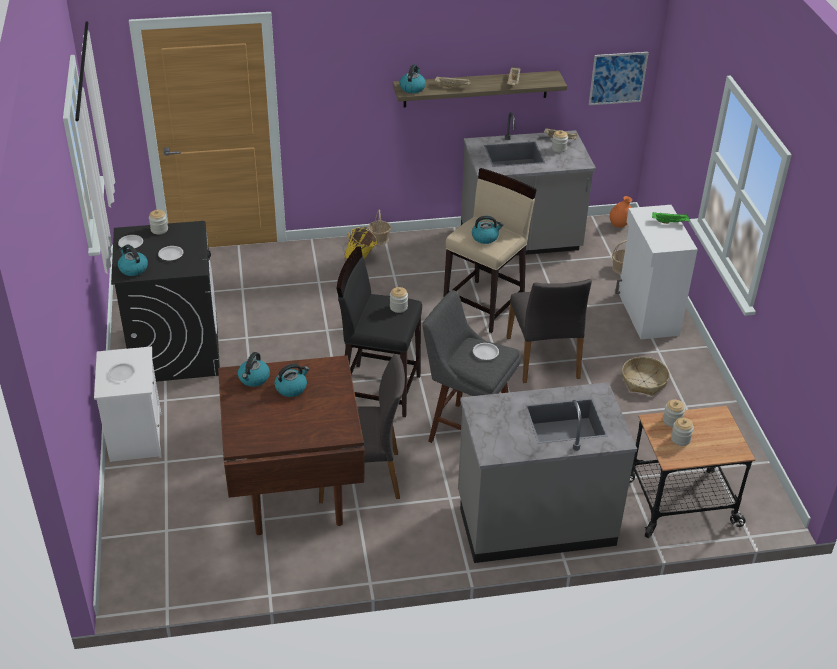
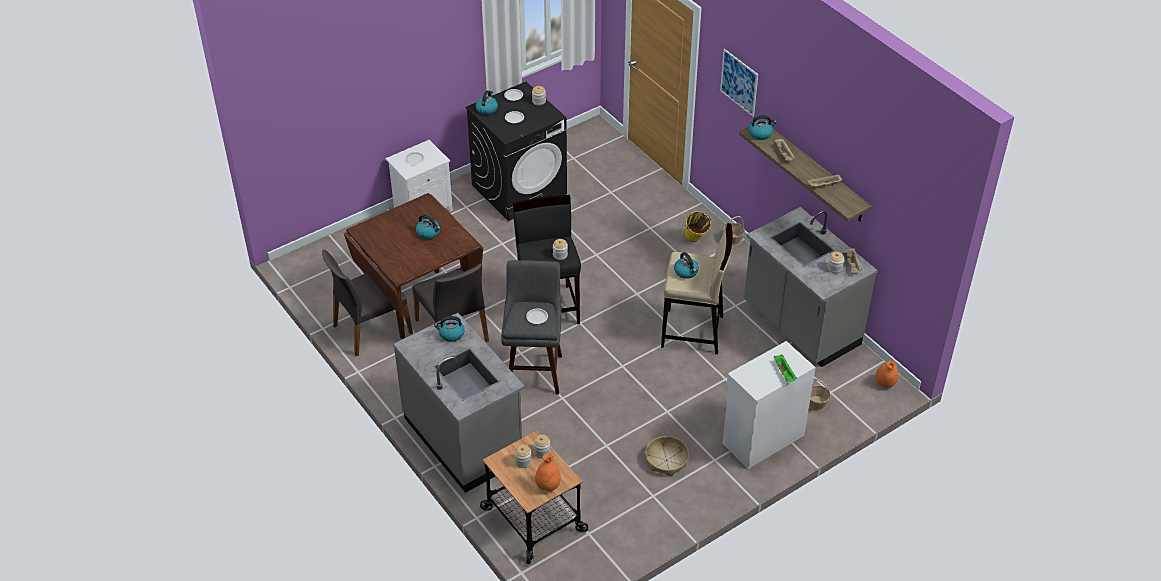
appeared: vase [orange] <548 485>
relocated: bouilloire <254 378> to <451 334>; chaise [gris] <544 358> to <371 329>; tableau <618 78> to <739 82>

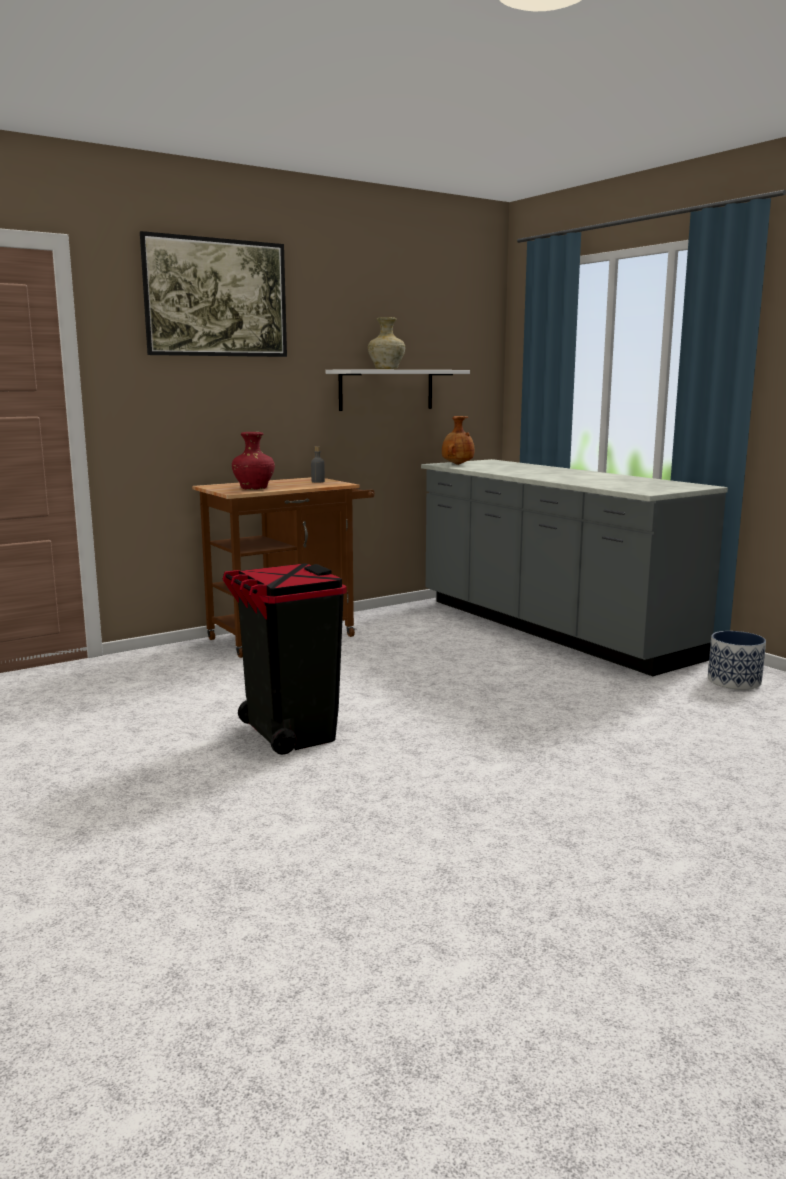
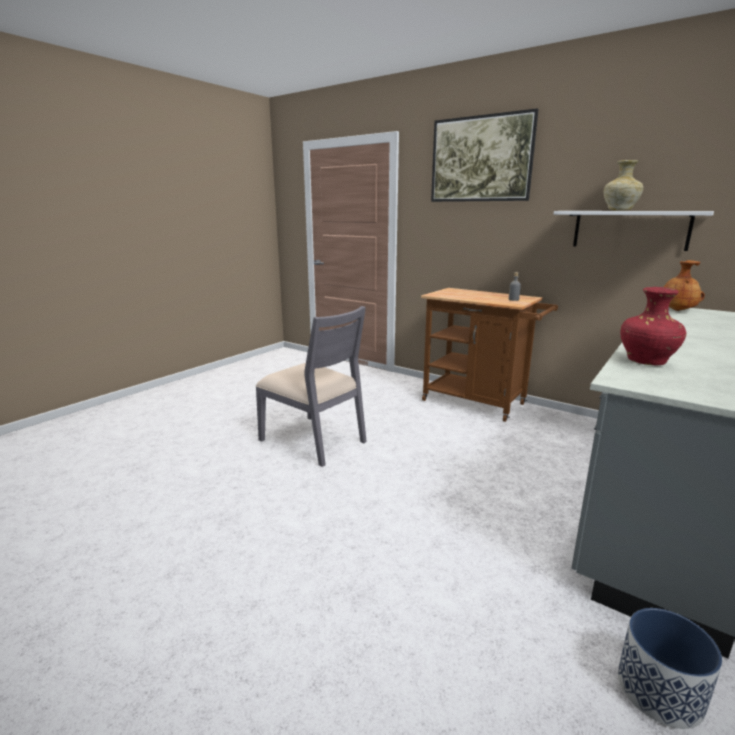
relocated: vase [rouge] <254 489> to <646 362>
exchanged: poubelle [noir] <290 733> to chaise [gris] <314 440>

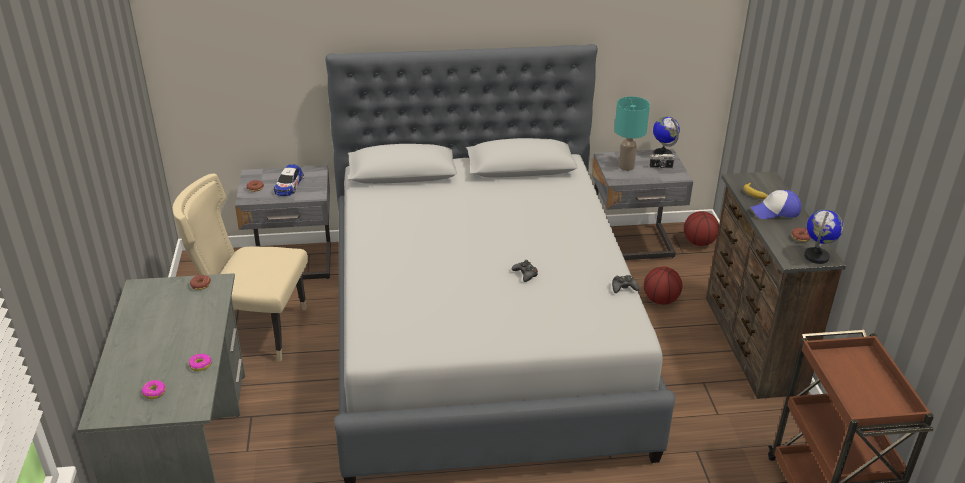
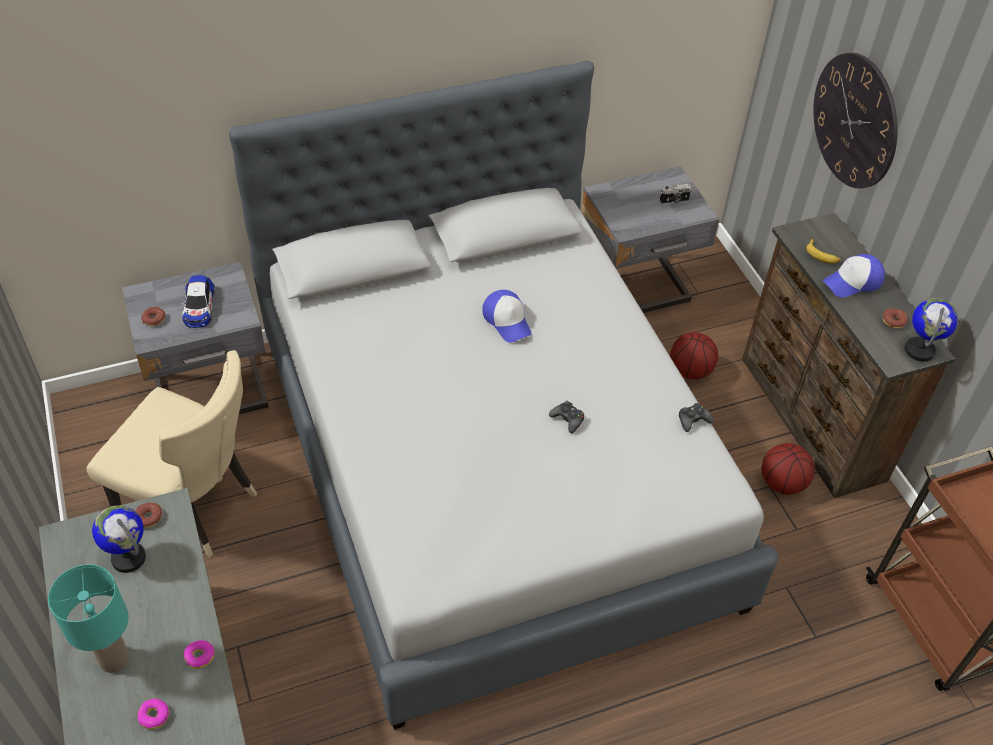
appeared: casquette <507 321>; horloge murale <855 121>
relocated: lampe de table [turquoise] <626 167> to <115 660>; globe <662 155> to <128 557>; ballon de basket <699 242> to <782 483>
spun: chaise [beige] <254 329> = <195 508> 150 degrees counterclockwise

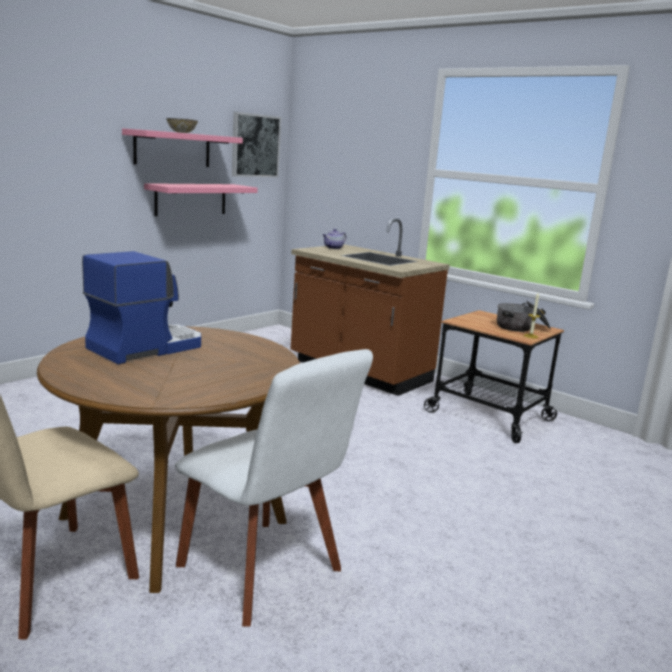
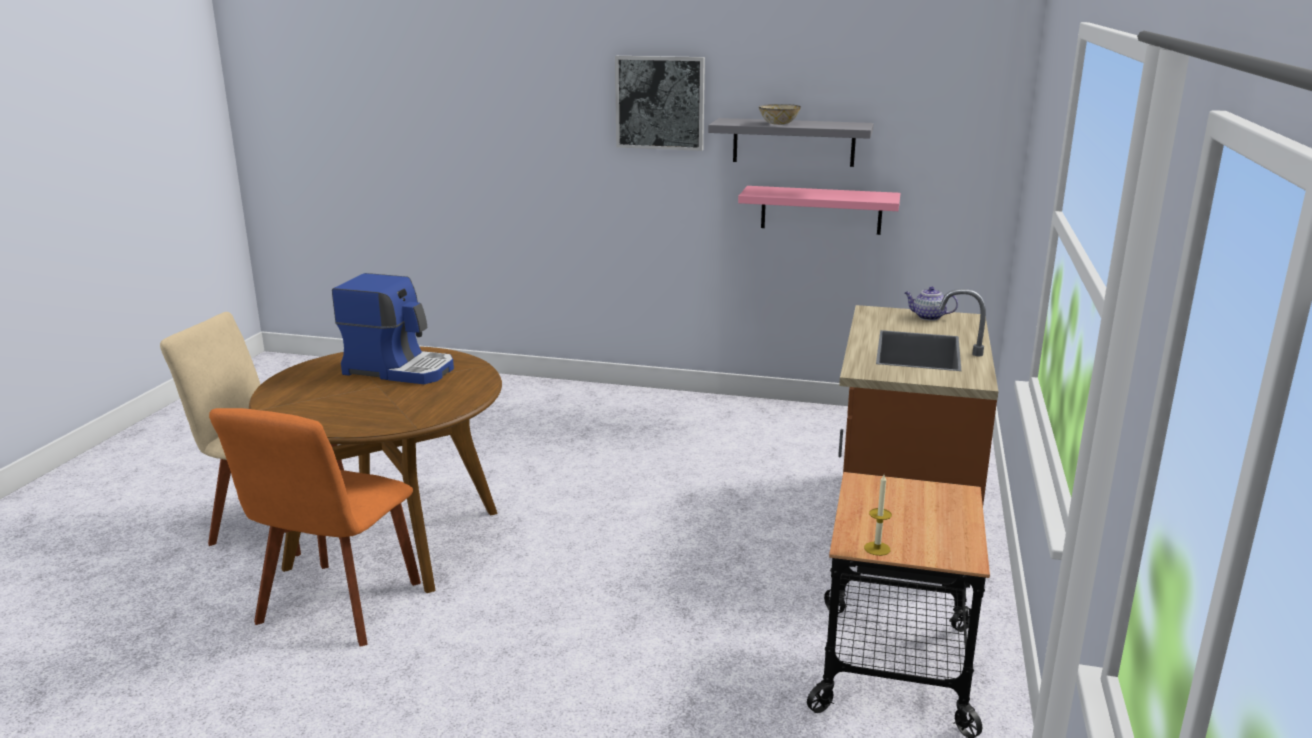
missing: marmite <522 327>
relocated: tableau <255 145> to <660 102>
colour: étagère [rose] <172 149> to étagère [gris] <793 142>; chaise [blanc] <264 572> to chaise [orange] <336 607>

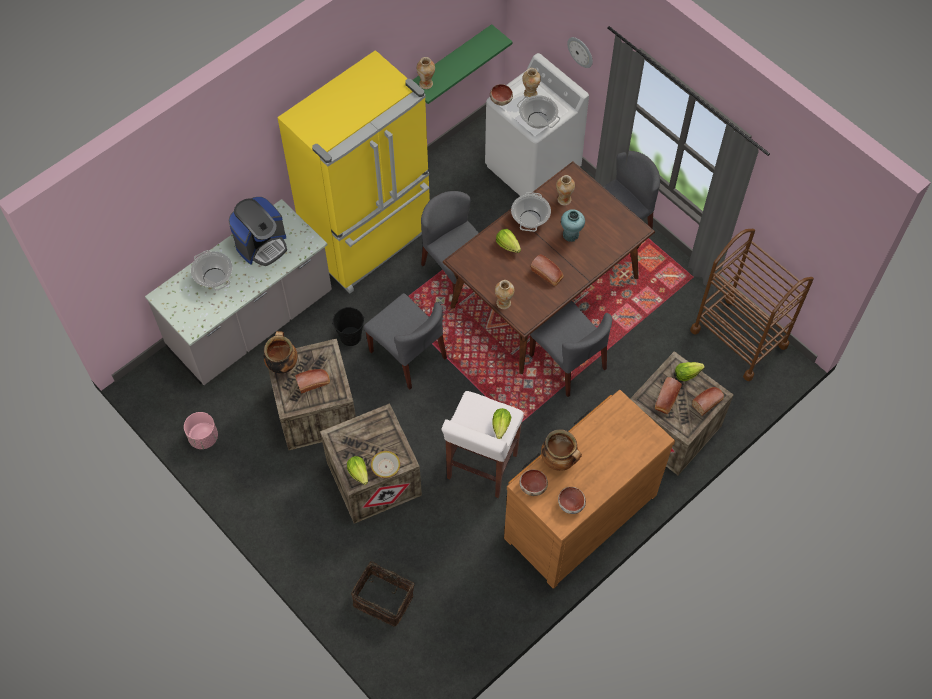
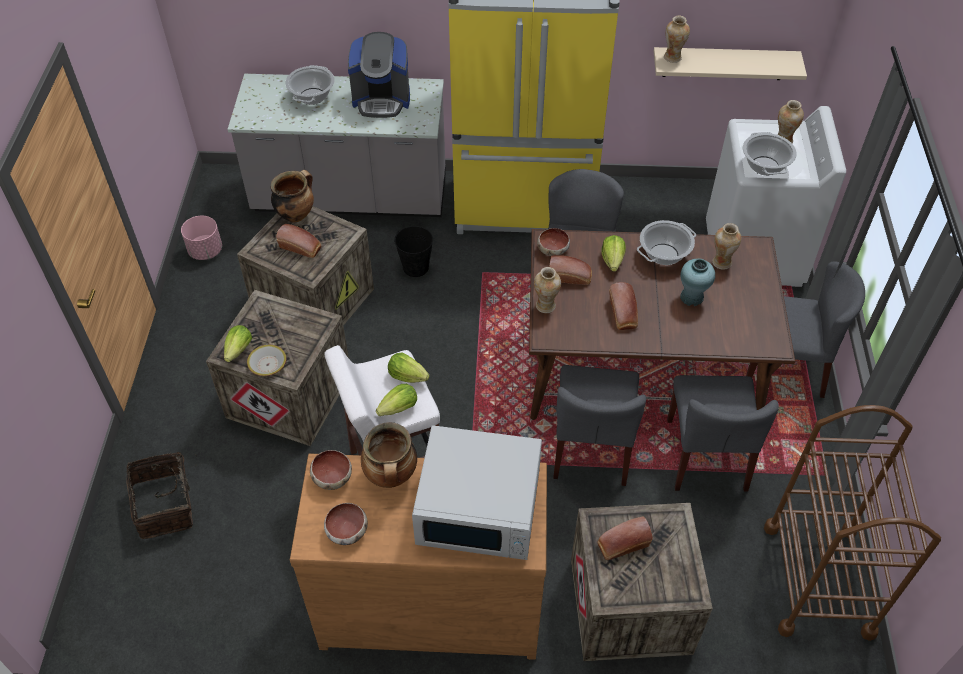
missing: horloge murale <580 51>
appeared: micro-ondes [blanc] <480 508>
relocated: chaise [gris] <408 355> to <706 455>; bol <500 99> to <553 249>; laitue <686 374> to <407 376>; pain <708 402> to <570 277>
colour: étagère [vert] <449 62> to étagère [beige] <724 63>

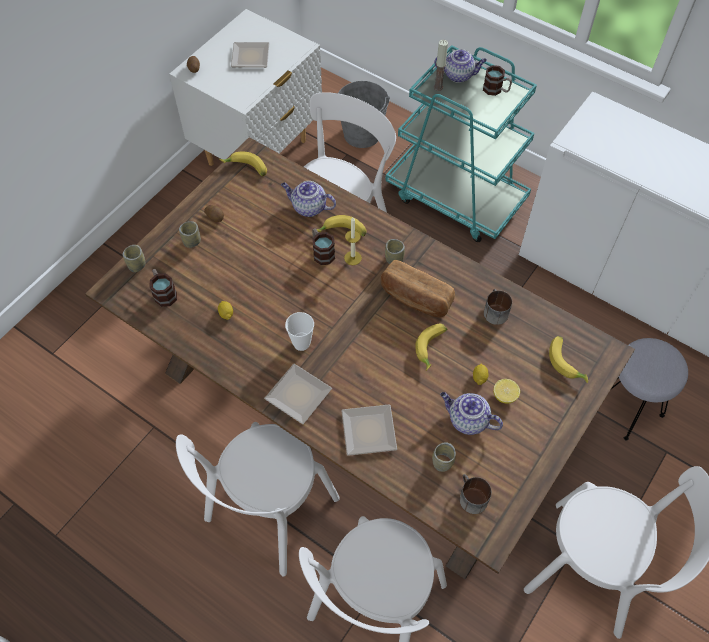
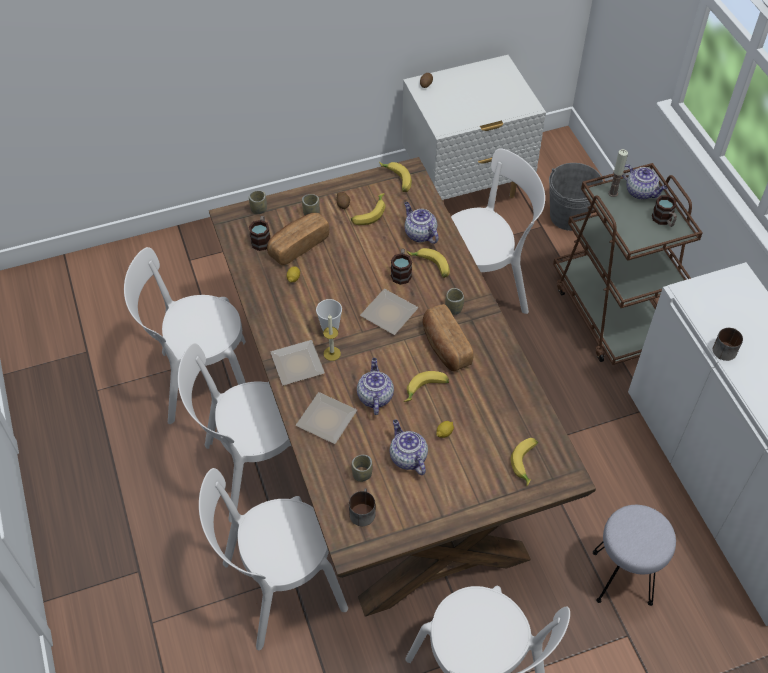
missing: citron <504 396>
appeared: chaise [blanc] <201 381>; pain <298 245>; banane <369 213>; théière <374 396>
relocated: assiette <251 58> to <389 315>; bougie <352 258> to <332 353>; mug <494 311> to <724 348>
colour: chariot [turquoise] <456 197> to chariot [marron] <611 313>

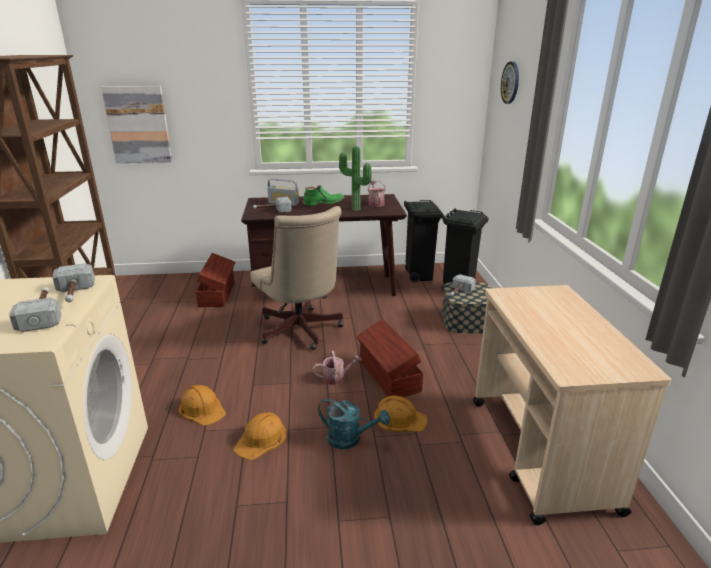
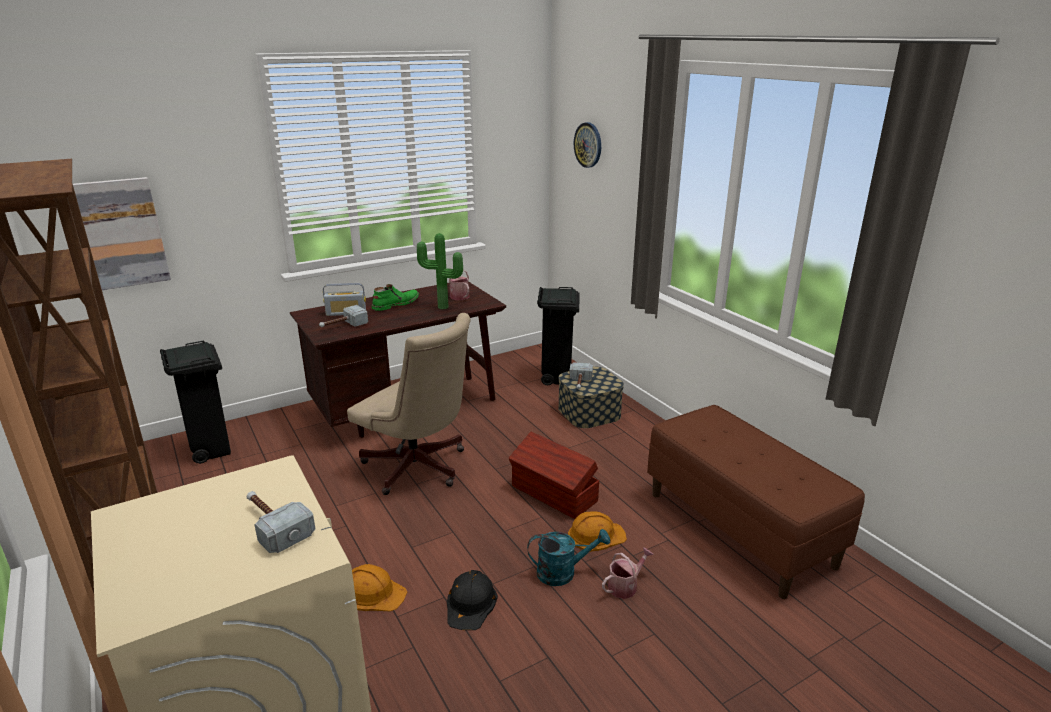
missing: marteau <74 294>; boîte de rangement [marron] <218 294>
relocated: arrosoir <337 378> to <625 586>; poubelle [noir] <419 276> to <211 450>
exchanged: chariot [beige] <540 453> to banc [marron] <740 528>
colour: casque de chantier [orange] <261 439> to casque de chantier [noir] <471 603>

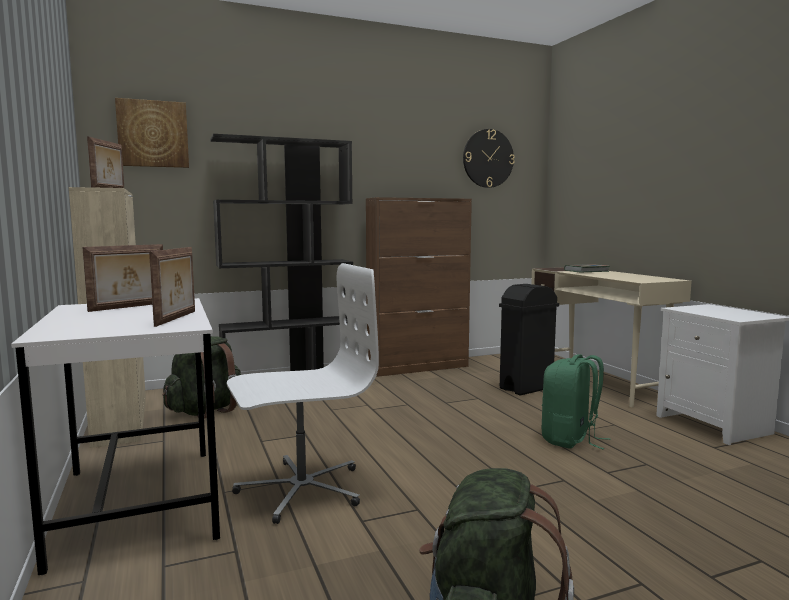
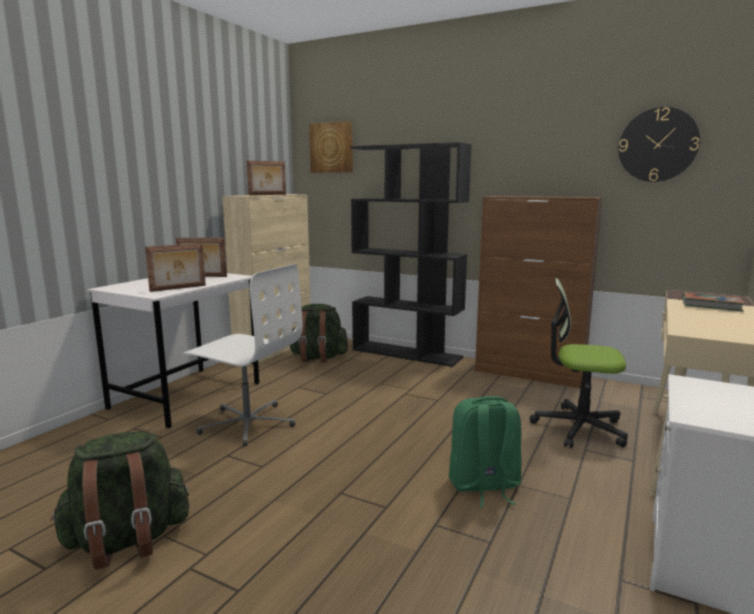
exchanged: poubelle [noir] <525 388> to chaise de bureau <578 428>

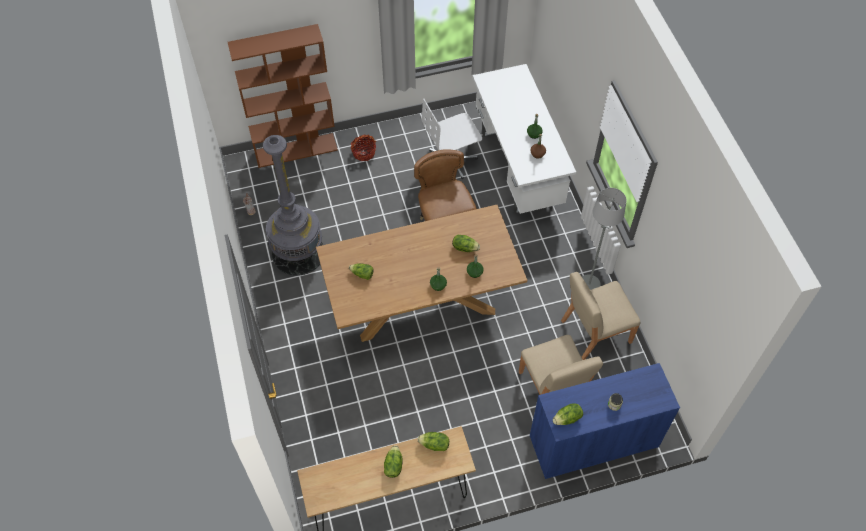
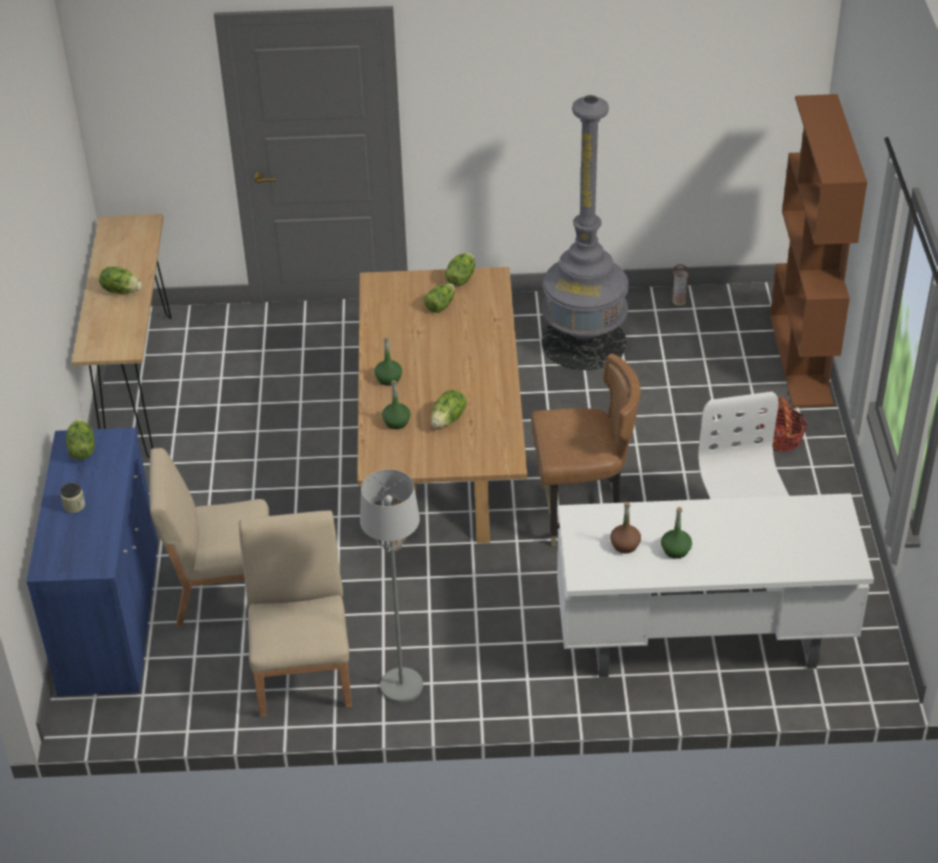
relocated: laitue <434 445> to <460 278>

